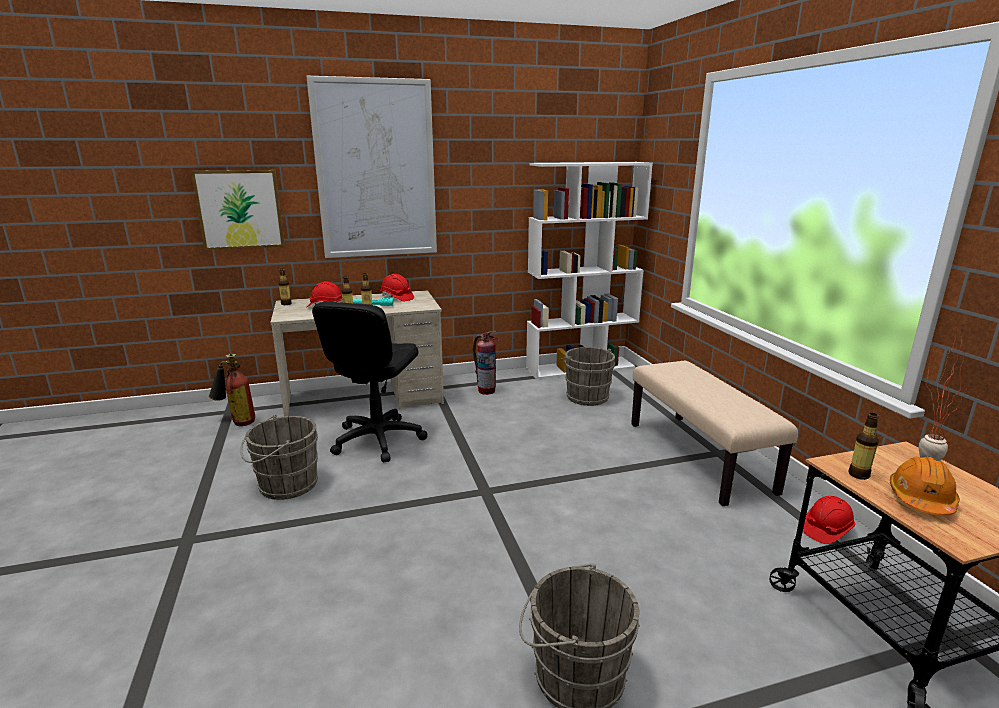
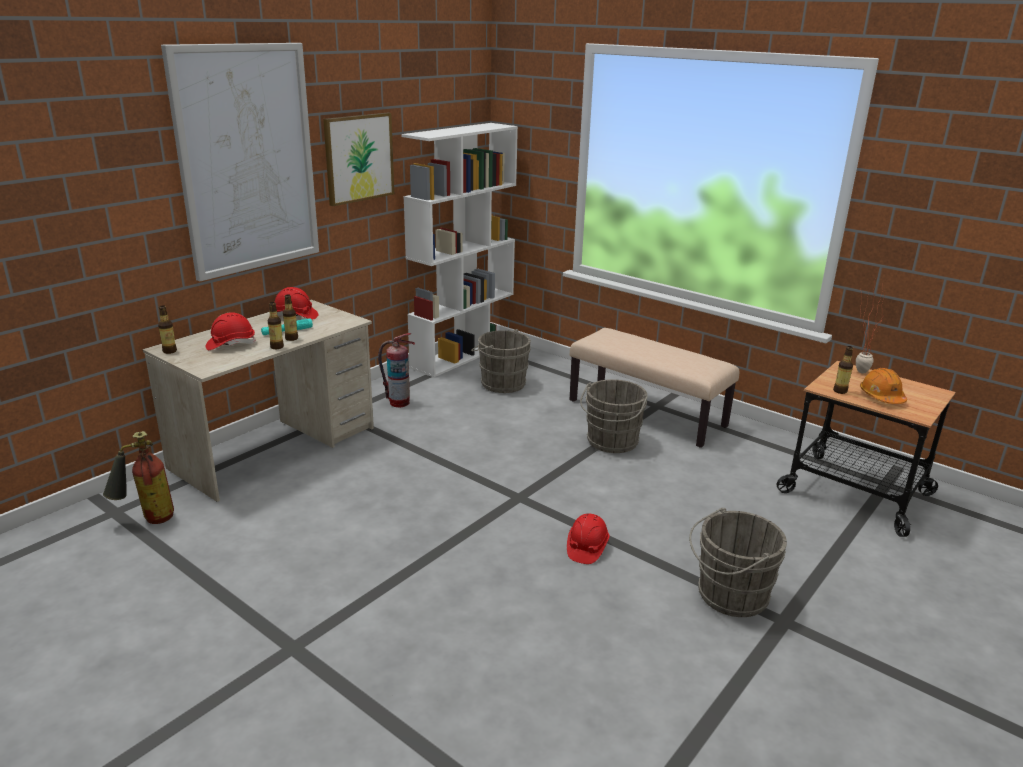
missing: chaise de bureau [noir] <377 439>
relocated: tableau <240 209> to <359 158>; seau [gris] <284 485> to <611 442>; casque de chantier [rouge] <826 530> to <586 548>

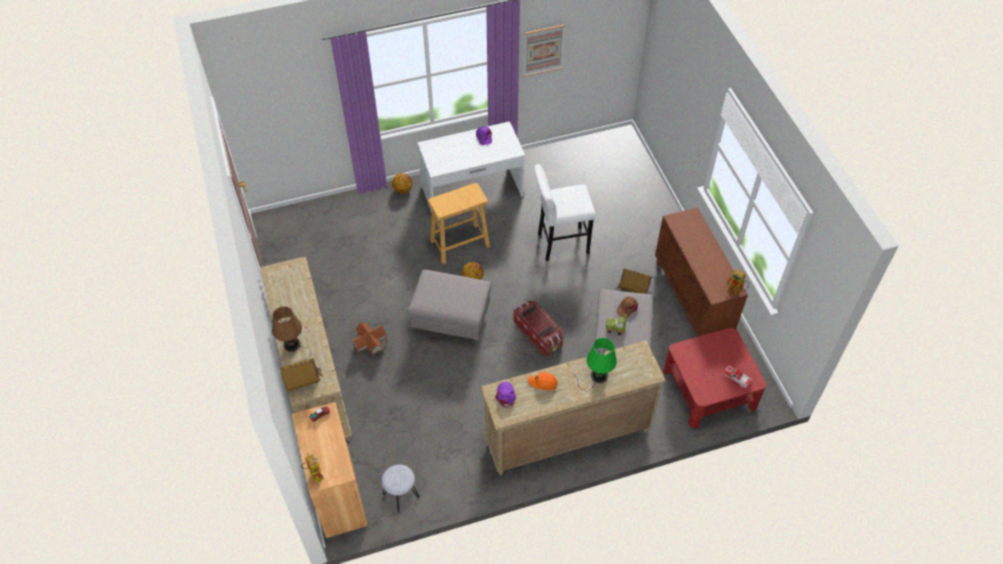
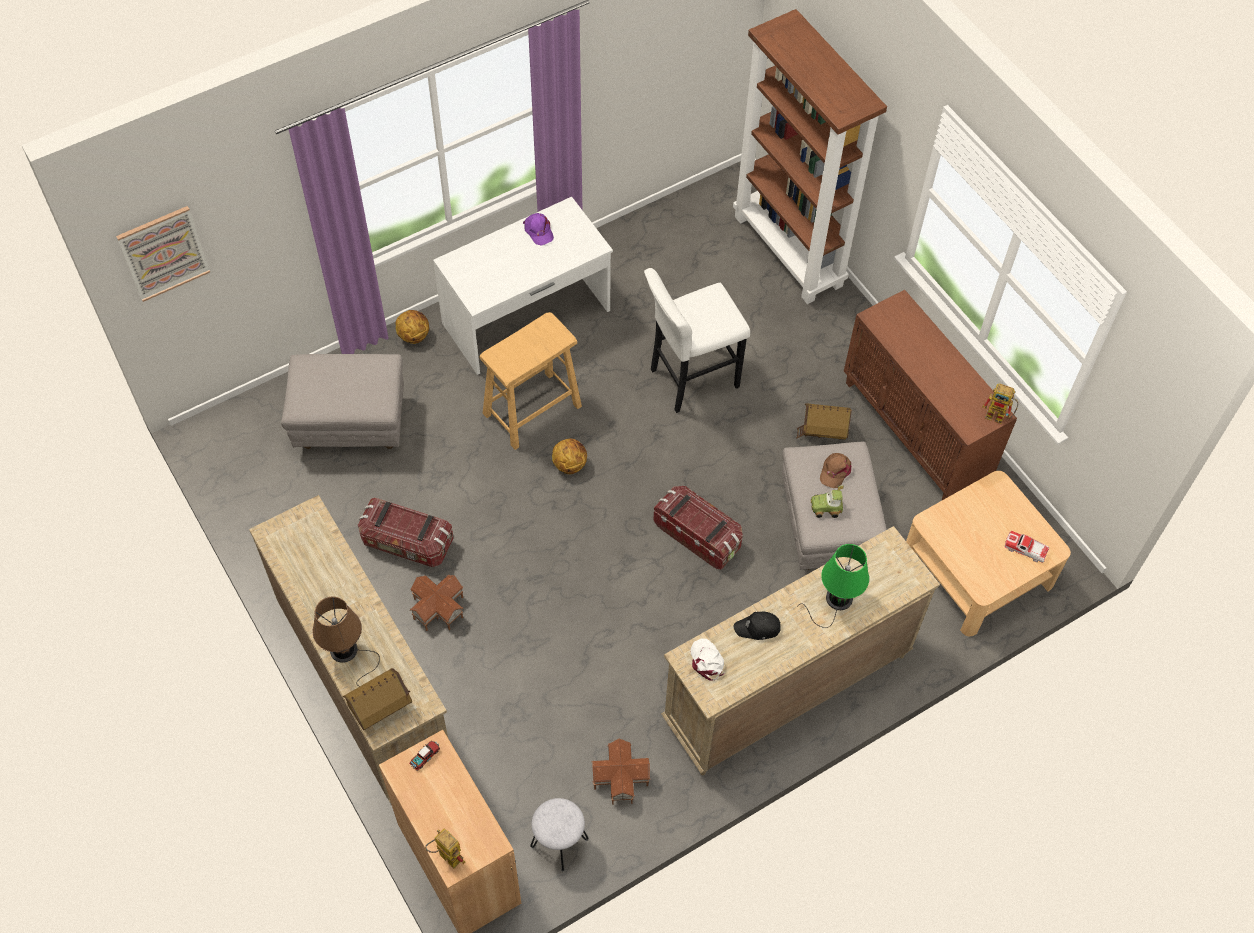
appeared: boîte de rangement <407 543>; maison miniature <621 779>; bibliothèque [marron] <789 251>
relocated: pouf [gris] <452 320> to <352 424>; tableau <543 50> to <163 253>
colour: casquette [violet] <505 395> to casquette [blanc] <707 661>; casquette [orange] <543 383> to casquette [noir] <758 628>; table basse [rouge] <709 388> to table basse [beige] <977 568>

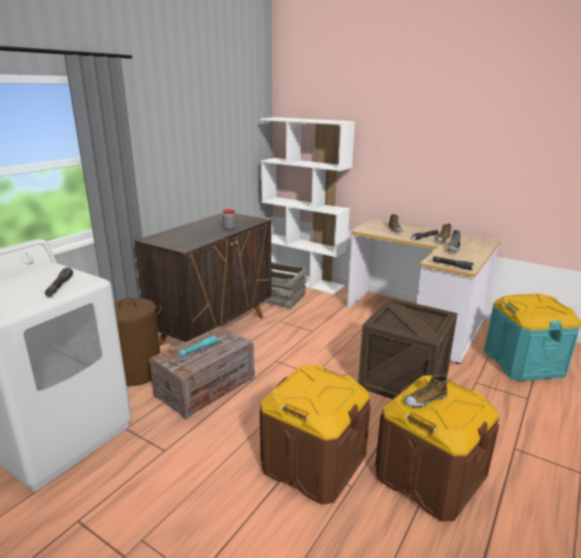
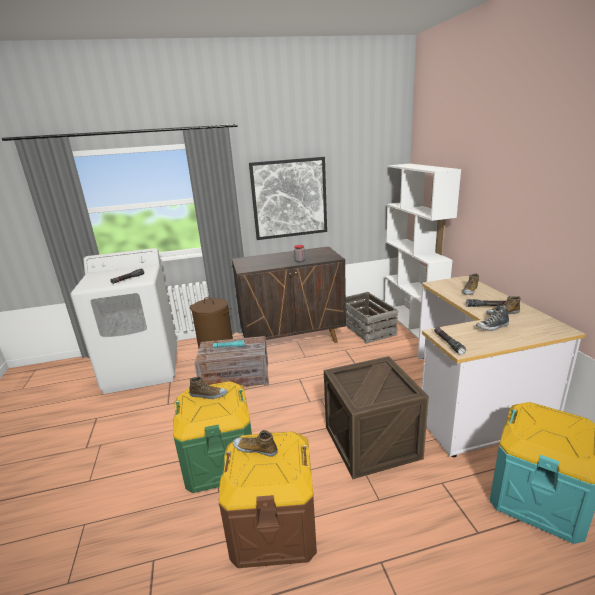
appeared: chaussure <208 395>; tableau <289 198>
colour: boîte de rangement [marron] <313 463> to boîte de rangement [vert] <220 461>

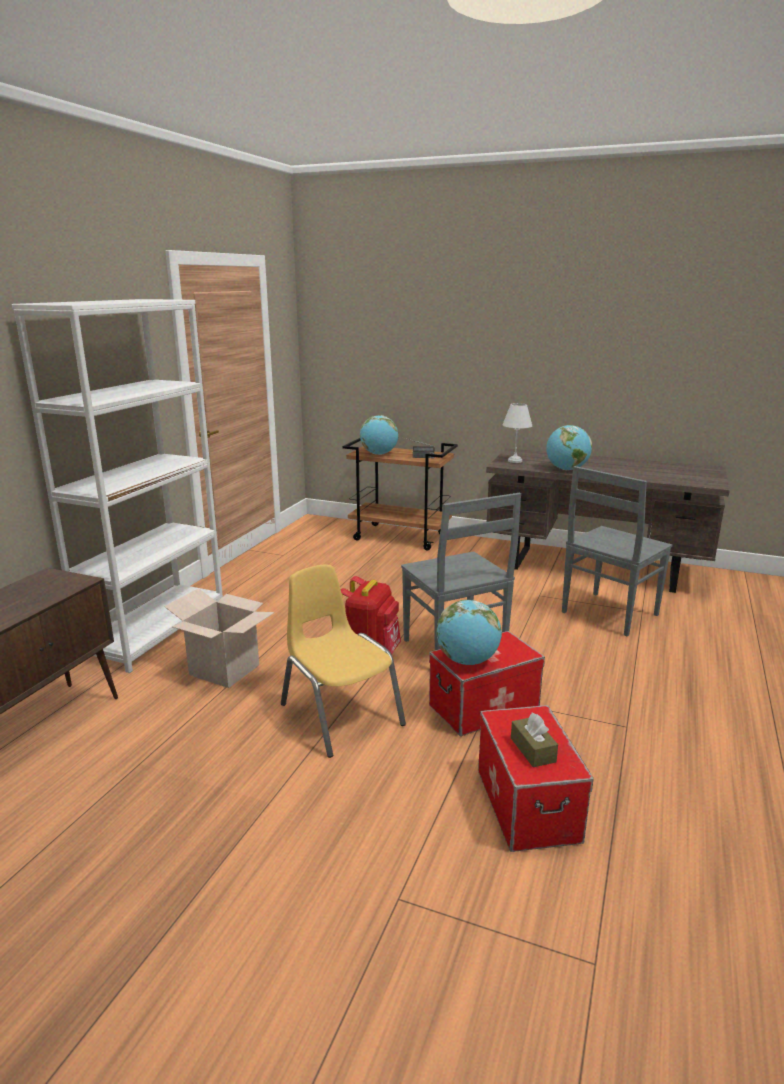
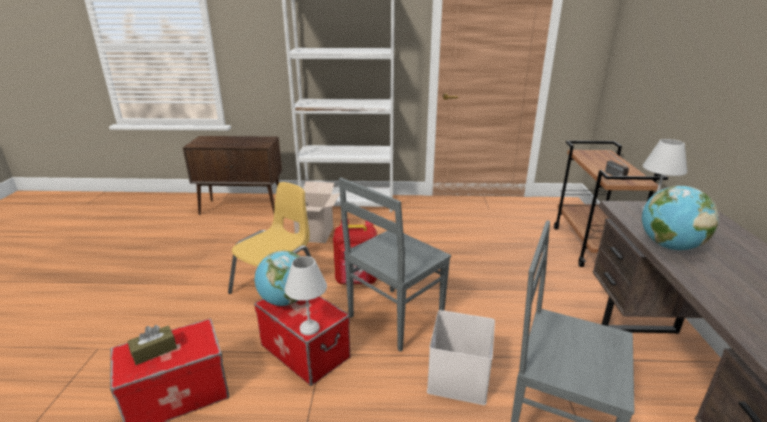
missing: globe <379 454>
appeared: lampe de table [blanc] <309 329>; boîte de rangement [blanc] <460 378>

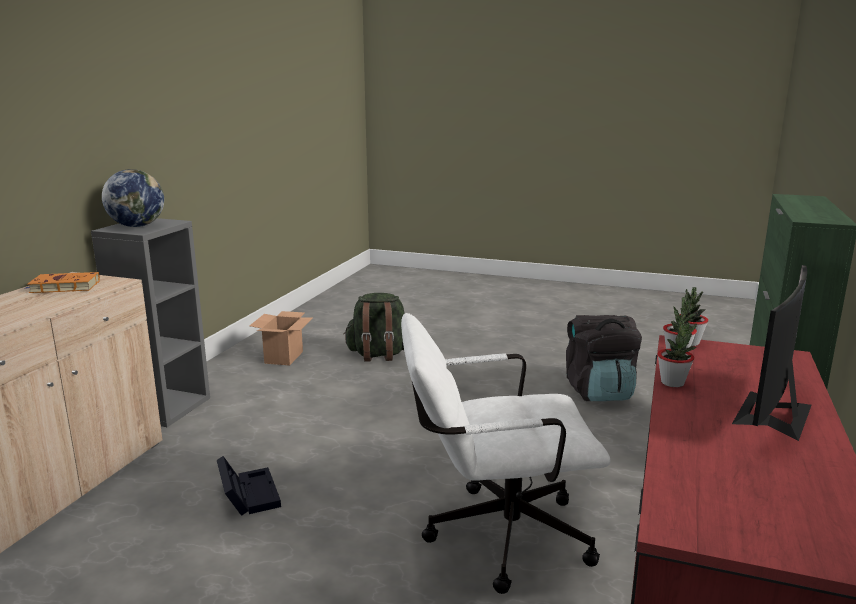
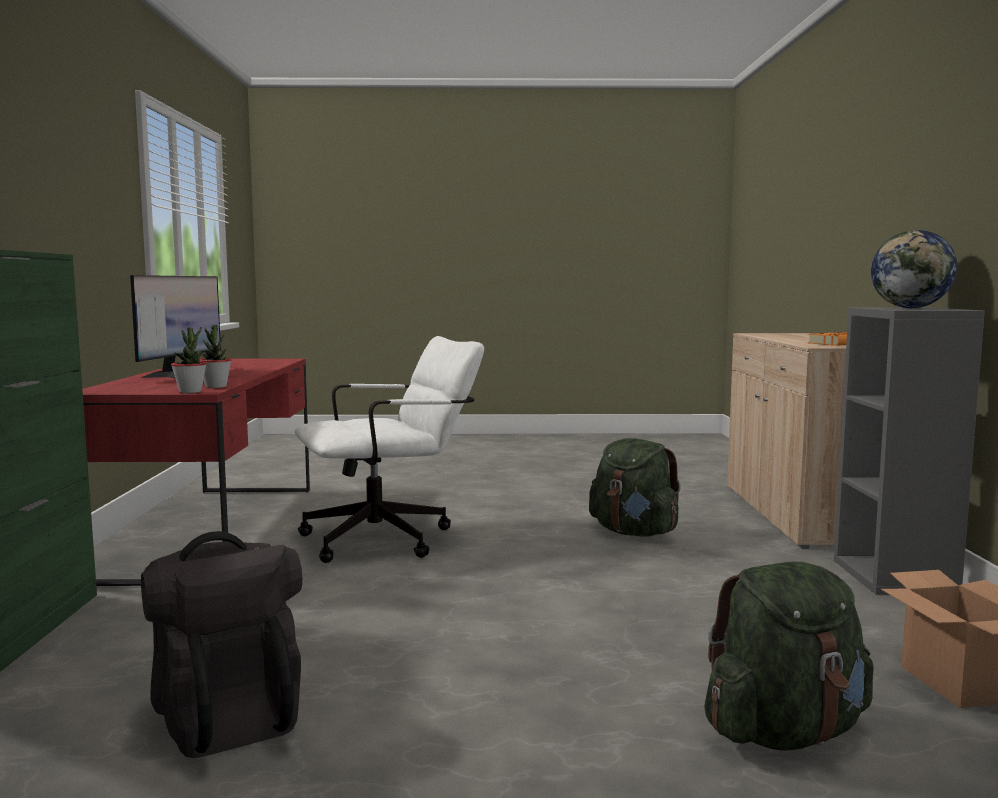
missing: plante en pot <672 383>
exchanged: boîte de rangement [noir] <248 494> to sac à dos [vert] <634 532>

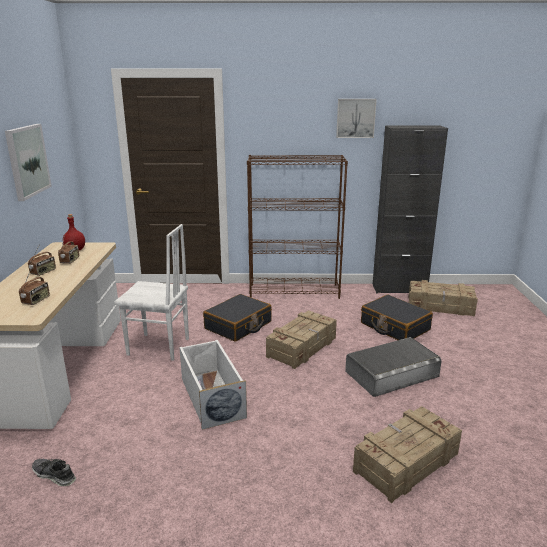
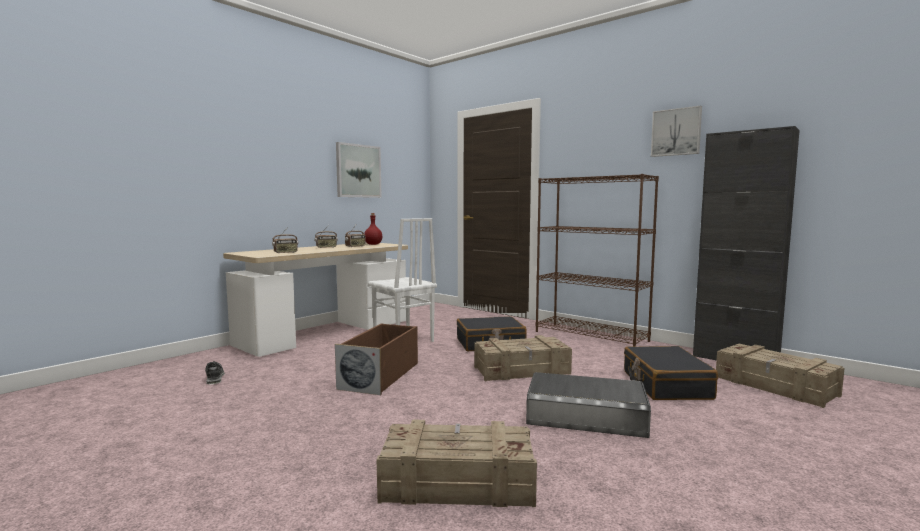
colour: boîte de rangement [blanc] <211 397> to boîte de rangement [marron] <380 375>

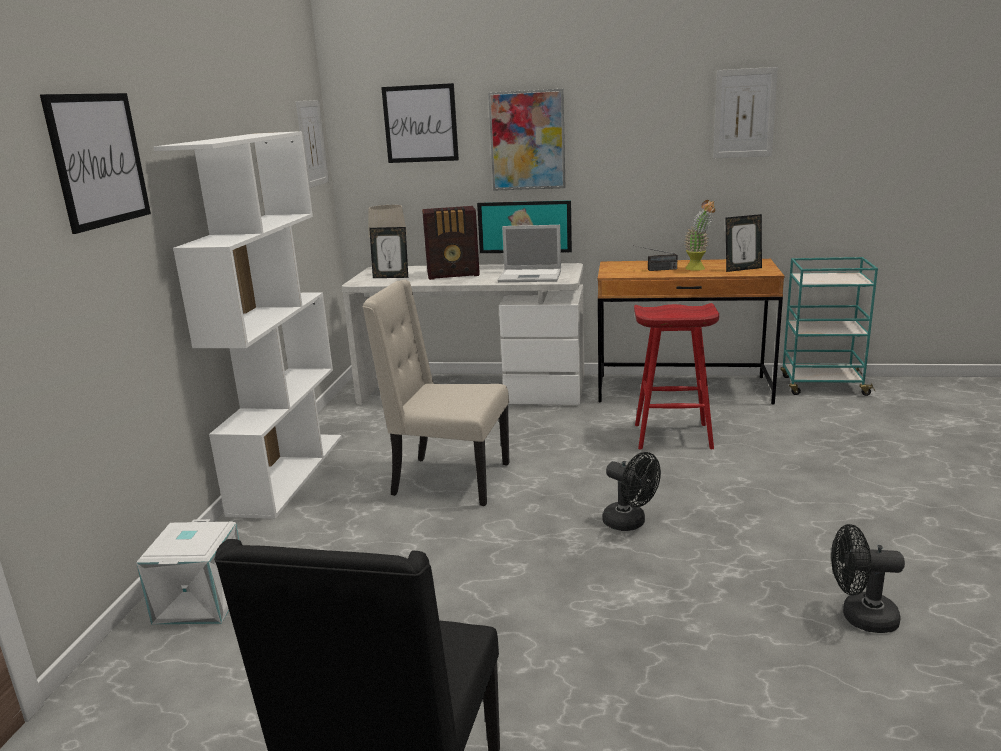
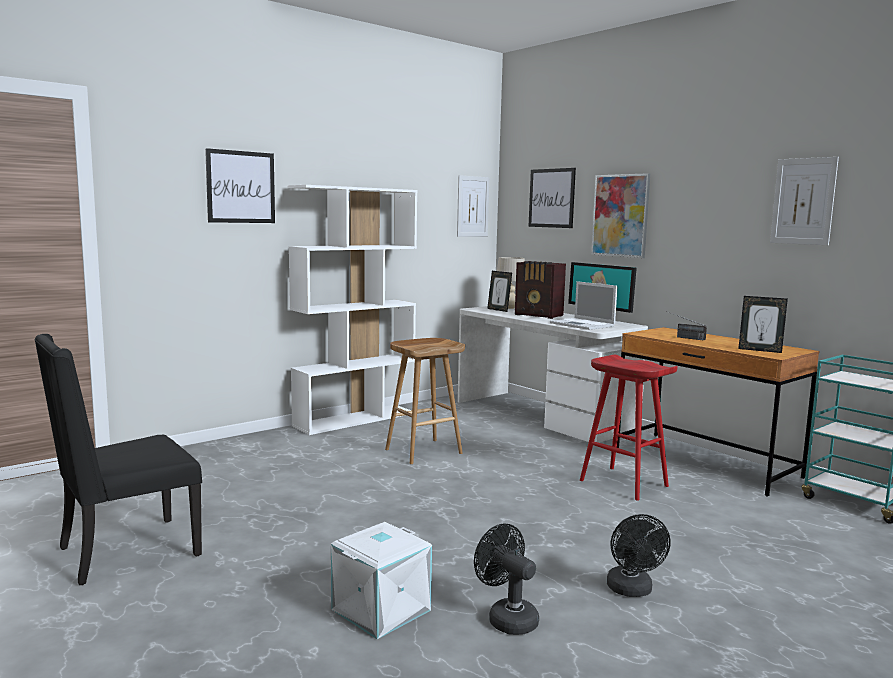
missing: plante en pot <699 269>
relocated: boîte de rangement [blanc] <202 602> to <381 611>; ventilateur [noir] <630 523> to <632 591>
exchanged: chaise [beige] <448 480> to tabouret [marron] <424 451>

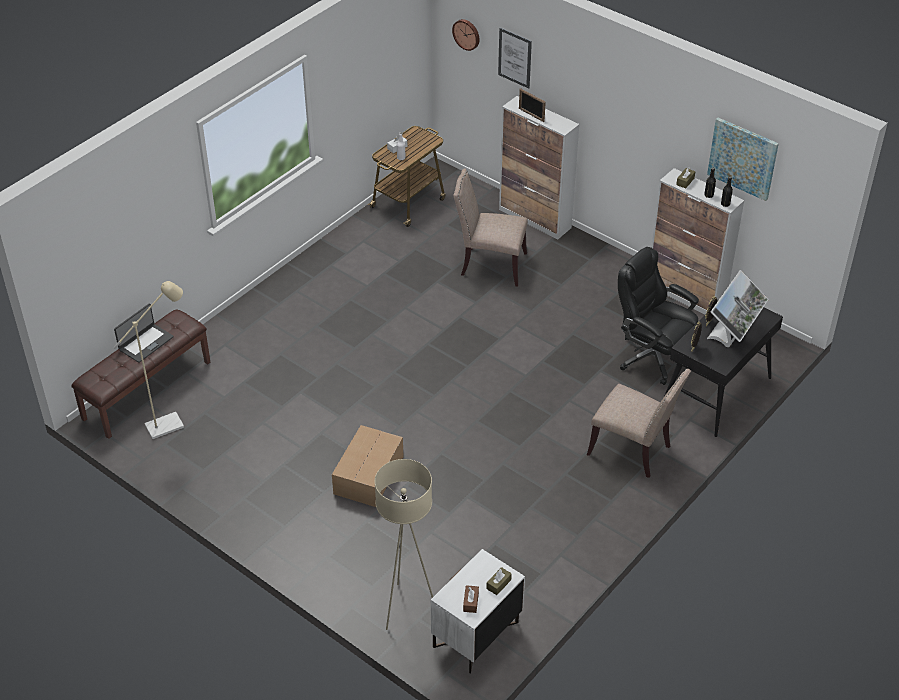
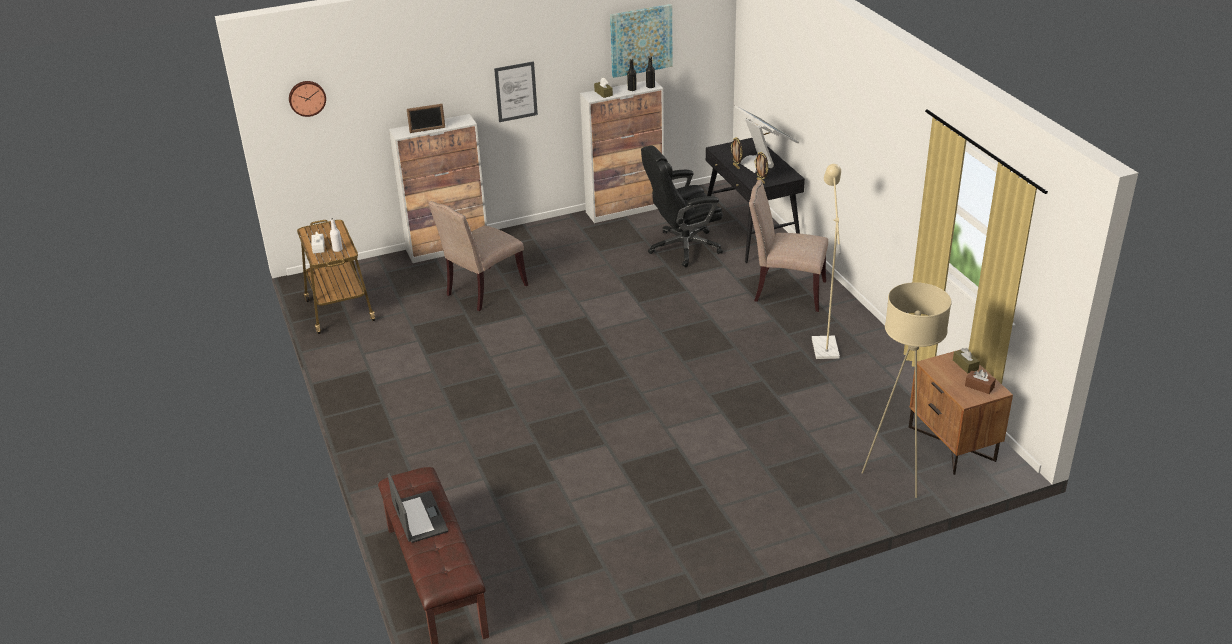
missing: carton <367 476>
relocated: lampadaire [beige] <171 423> to <824 344>; tableau <515 57> to <516 91>
colour: table de chevet [blanc] <476 635> to table de chevet [marron] <953 443>
spun: chaise [beige] <633 450> = <786 292> 135 degrees counterclockwise

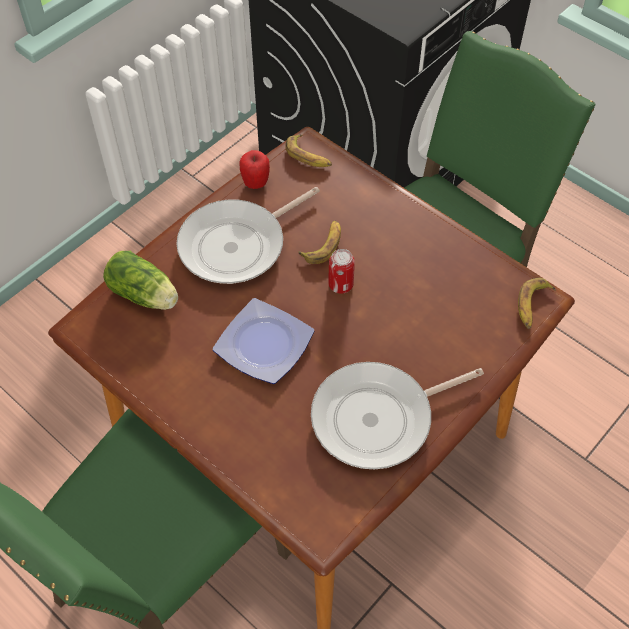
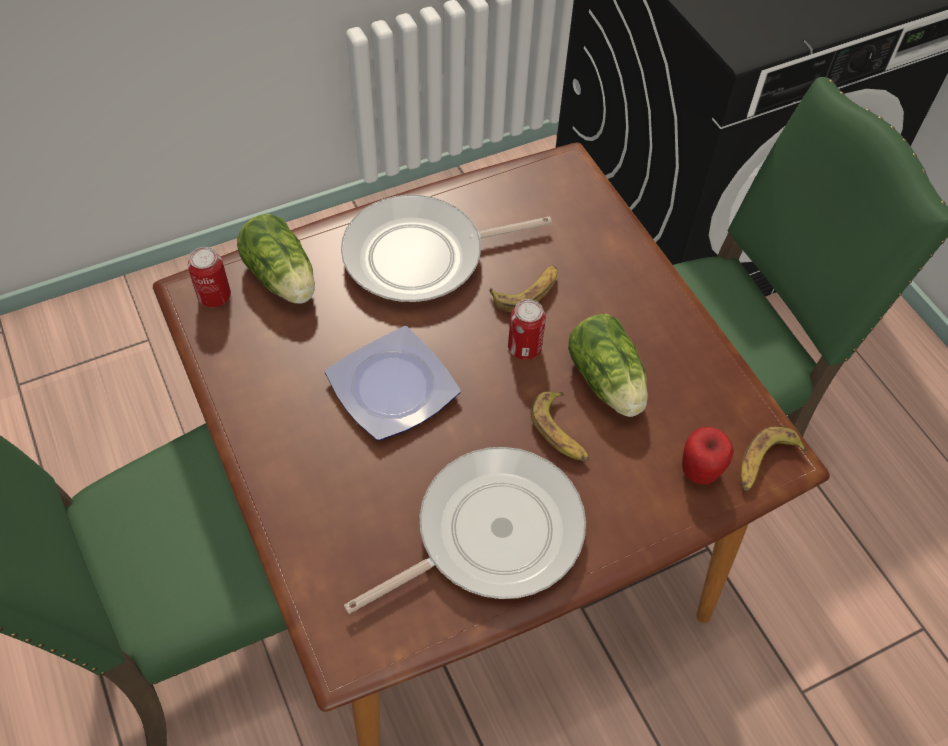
appeared: boîte métallique <214 296>; laitue <608 383>
relocated: pomme <255 183> to <699 471>; banane <308 156> to <561 432>
spun: poêle <378 418> = <490 534> 150 degrees clockwise

